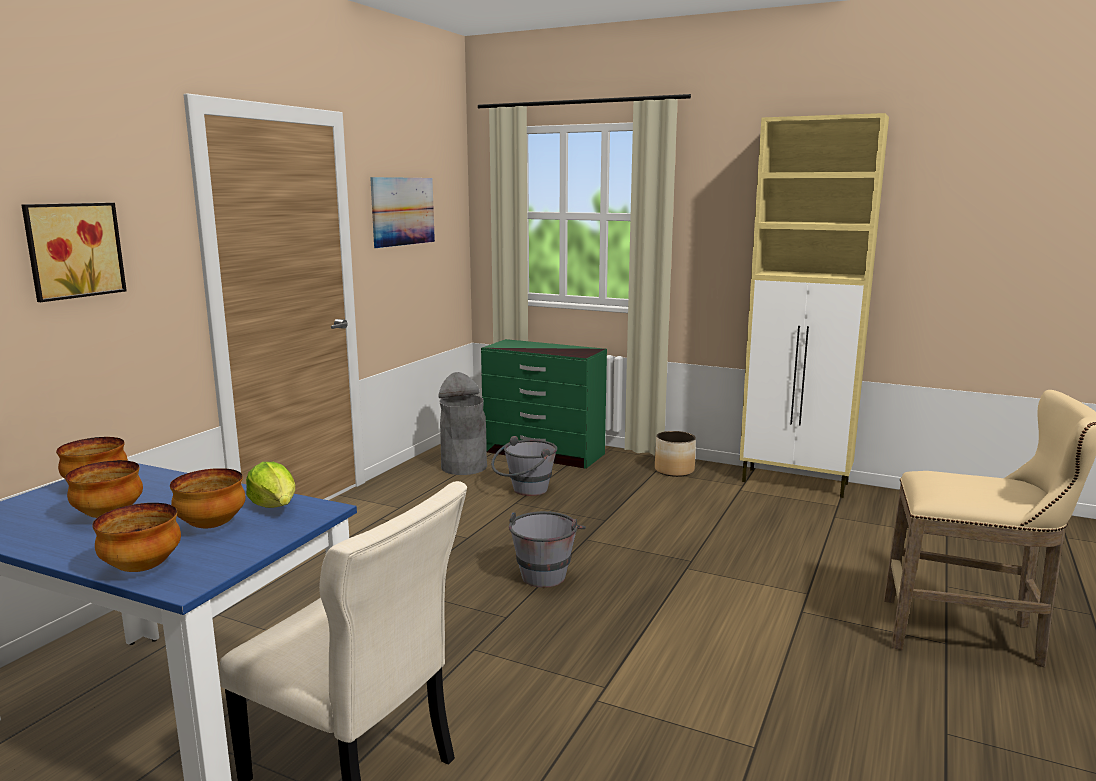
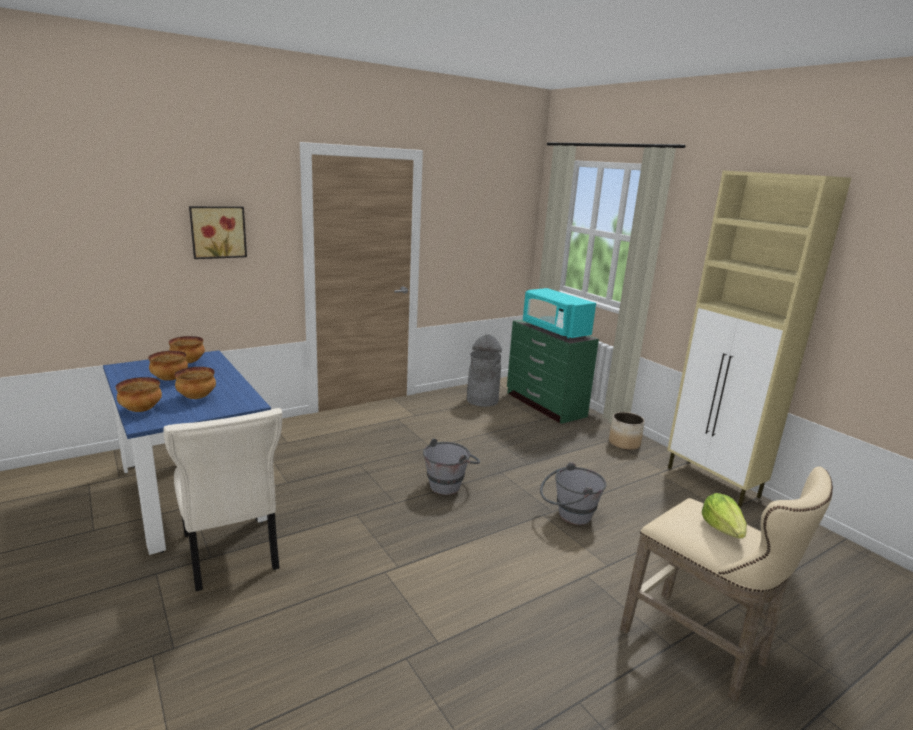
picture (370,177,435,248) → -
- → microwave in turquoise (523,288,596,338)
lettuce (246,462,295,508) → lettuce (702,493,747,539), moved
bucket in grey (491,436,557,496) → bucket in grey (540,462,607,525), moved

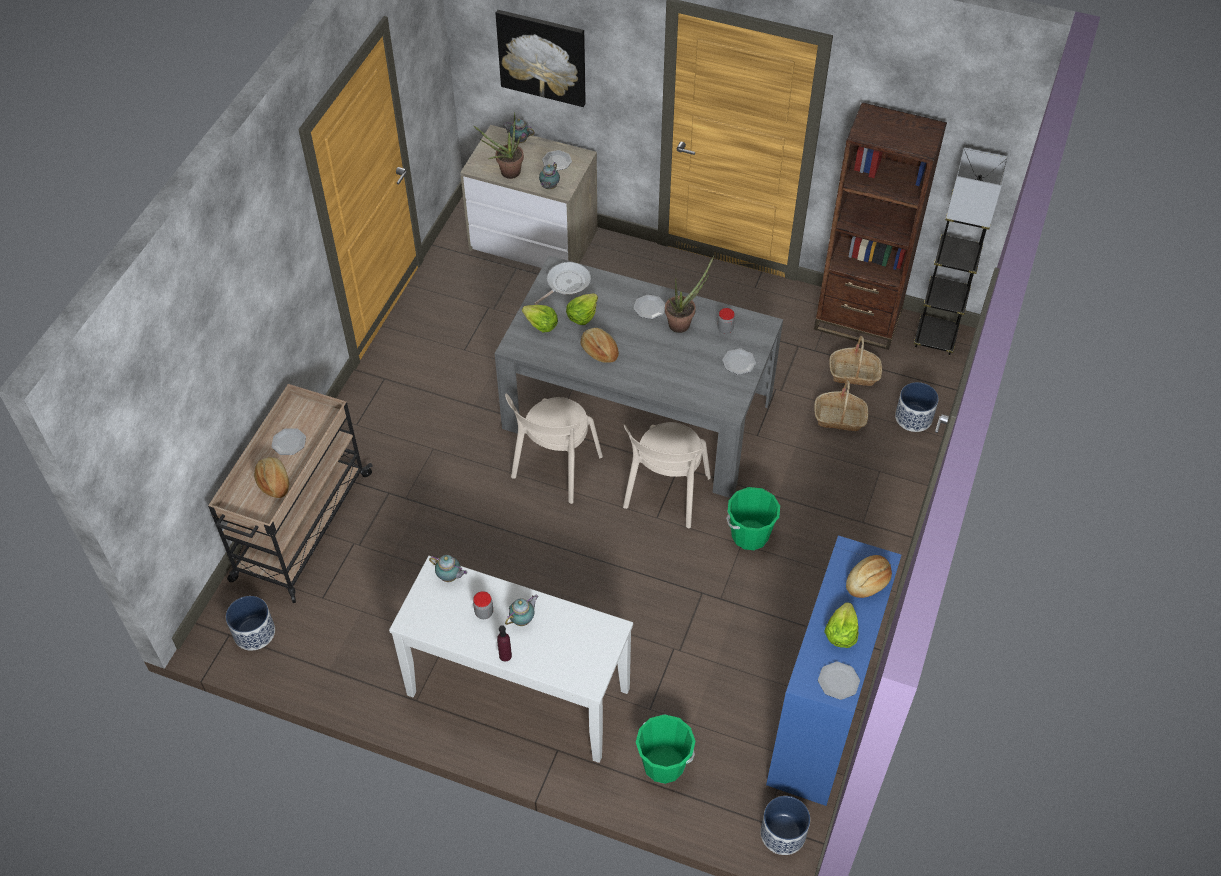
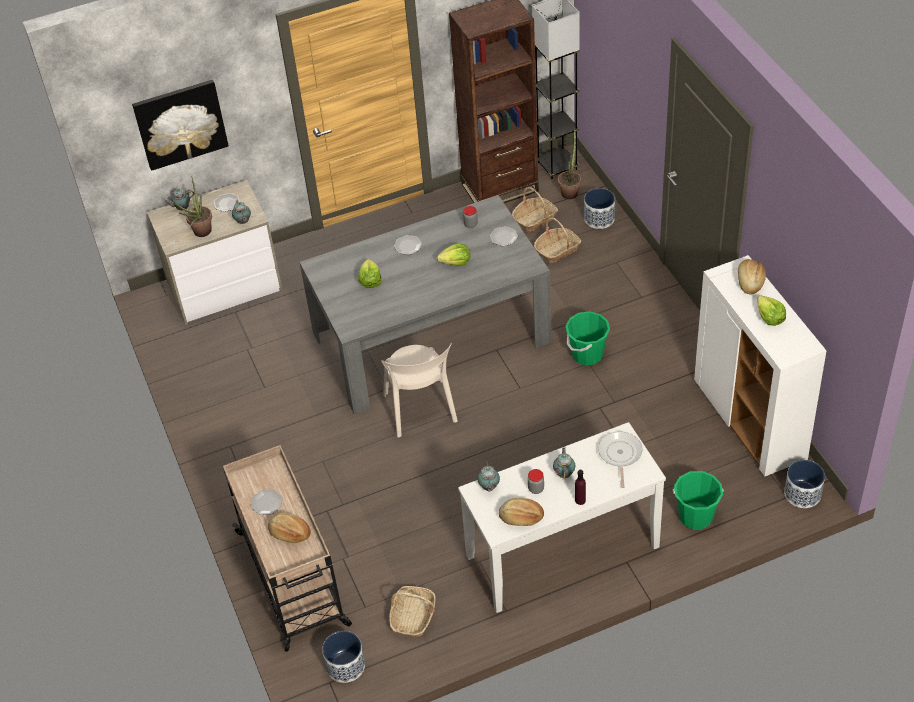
chair in beige (623,422,711,528) → -
plate (818,662,860,700) → -
- → basket (389,586,436,637)
lettuce (522,305,558,333) → lettuce (437,243,470,266), moved
frying pan (534,262,591,305) → frying pan (598,431,642,488), moved
bread (581,328,619,363) → bread (499,498,544,526), moved
potted plant (665,256,714,333) → potted plant (558,129,581,199), moved
cabinet in blue (766,535,901,806) → cabinet in white (694,255,826,477)
teapot (429,555,467,582) → teapot (477,461,500,492), 105 degrees clockwise

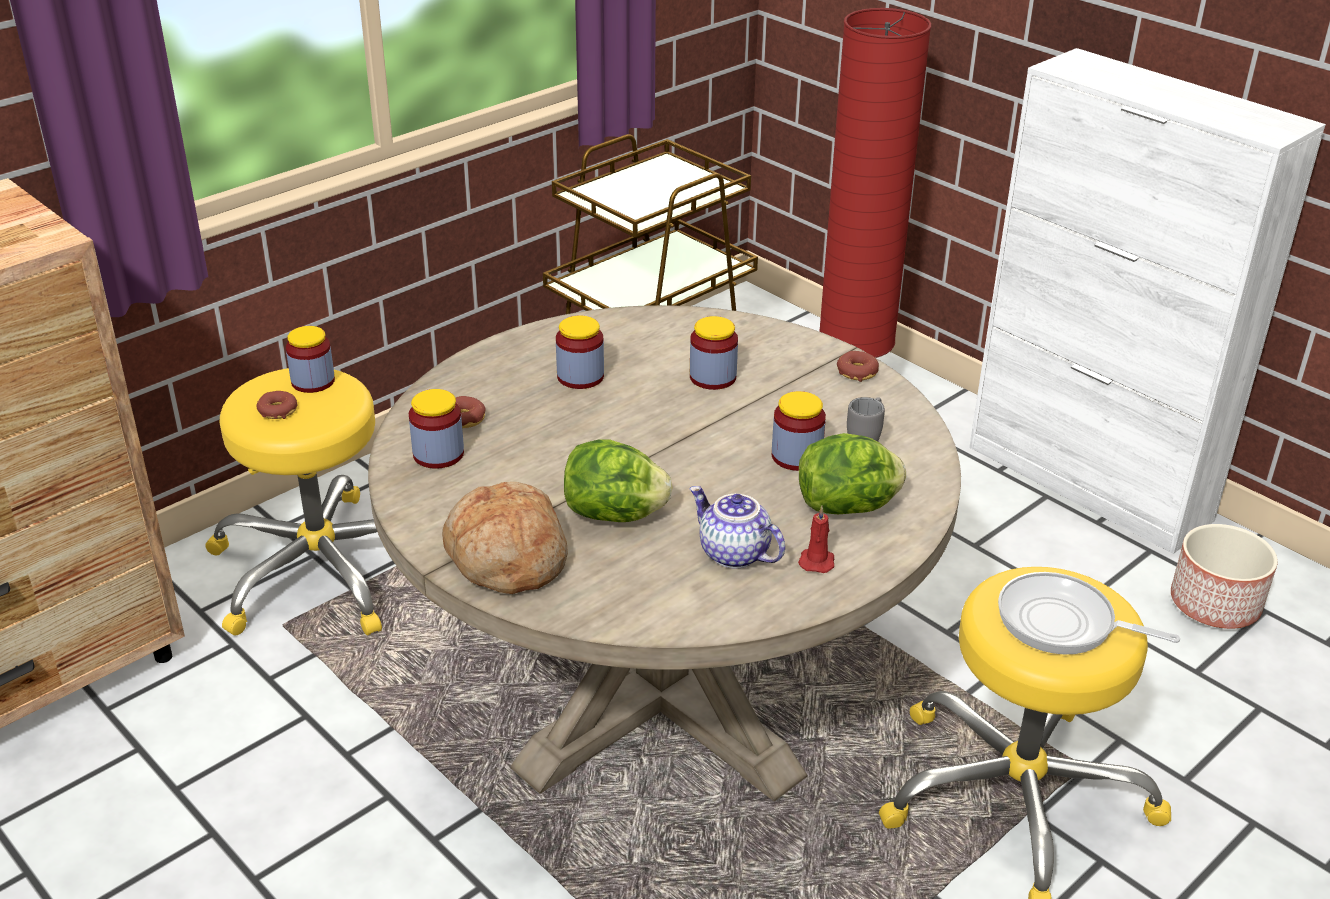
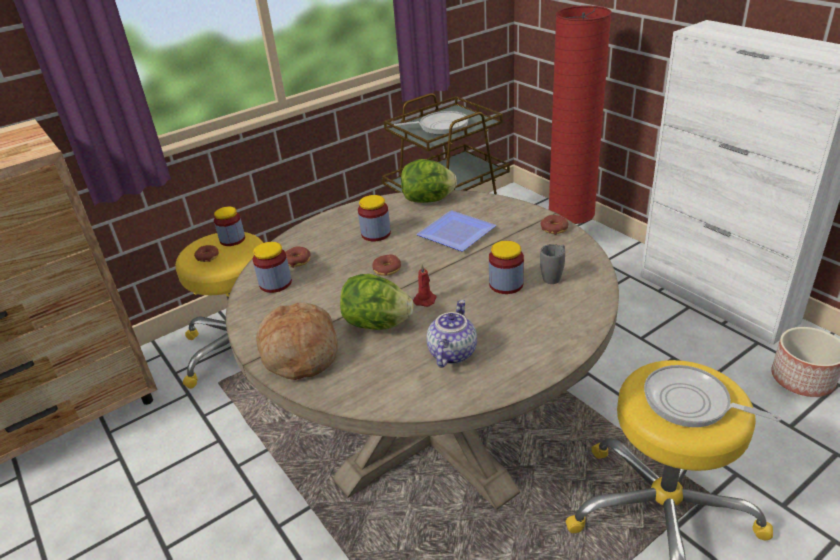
- → donut (372,254,401,276)
- → frying pan (394,111,468,135)
candle in red (798,506,834,573) → candle in red (413,264,436,307), moved
lettuce (799,433,906,514) → lettuce (401,159,457,203), moved
jar (690,316,738,390) → plate (416,210,496,251)
teapot (690,486,785,568) → teapot (427,300,477,368), 60 degrees clockwise

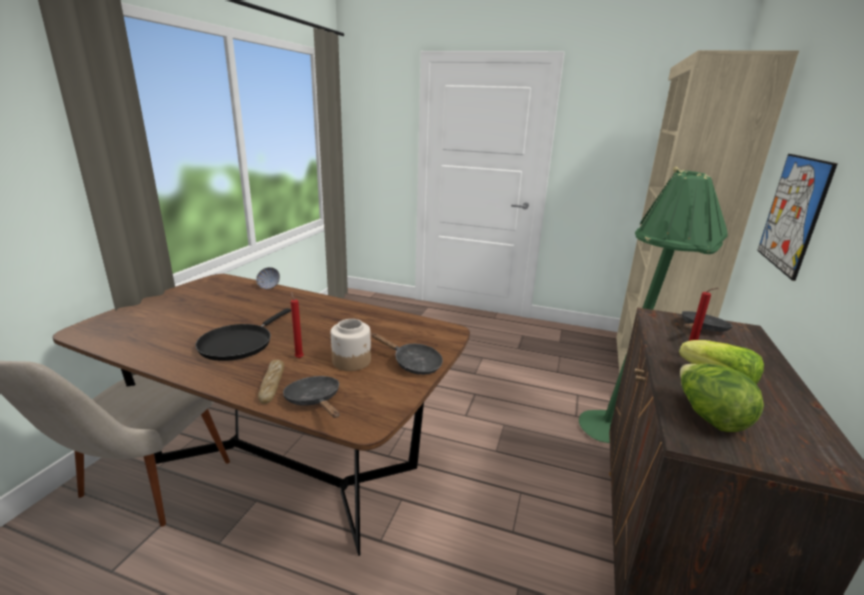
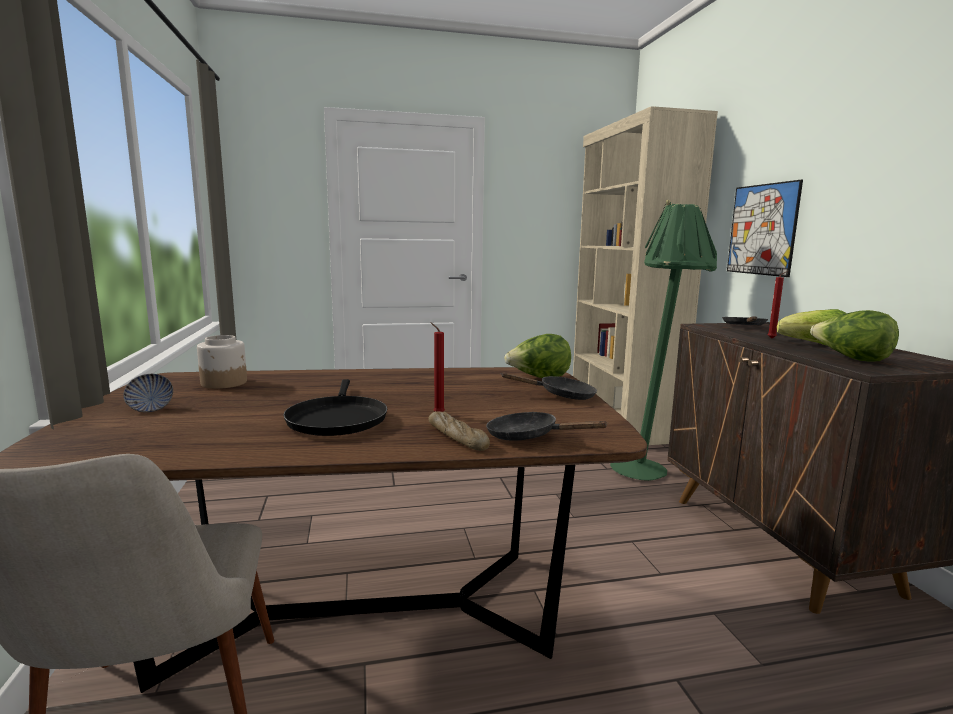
- → lettuce (504,334,571,378)
bowl (256,267,280,289) → bowl (123,374,173,412), moved
jar (331,319,371,371) → jar (197,335,247,389), moved

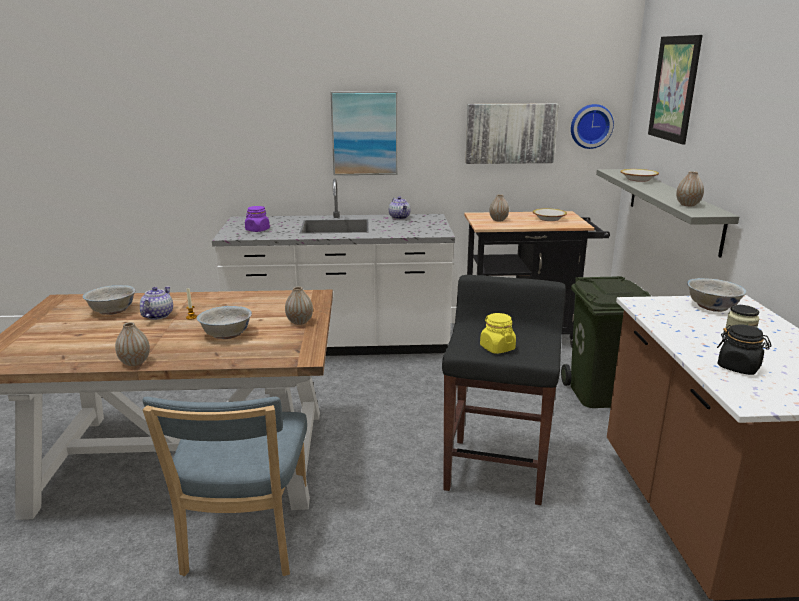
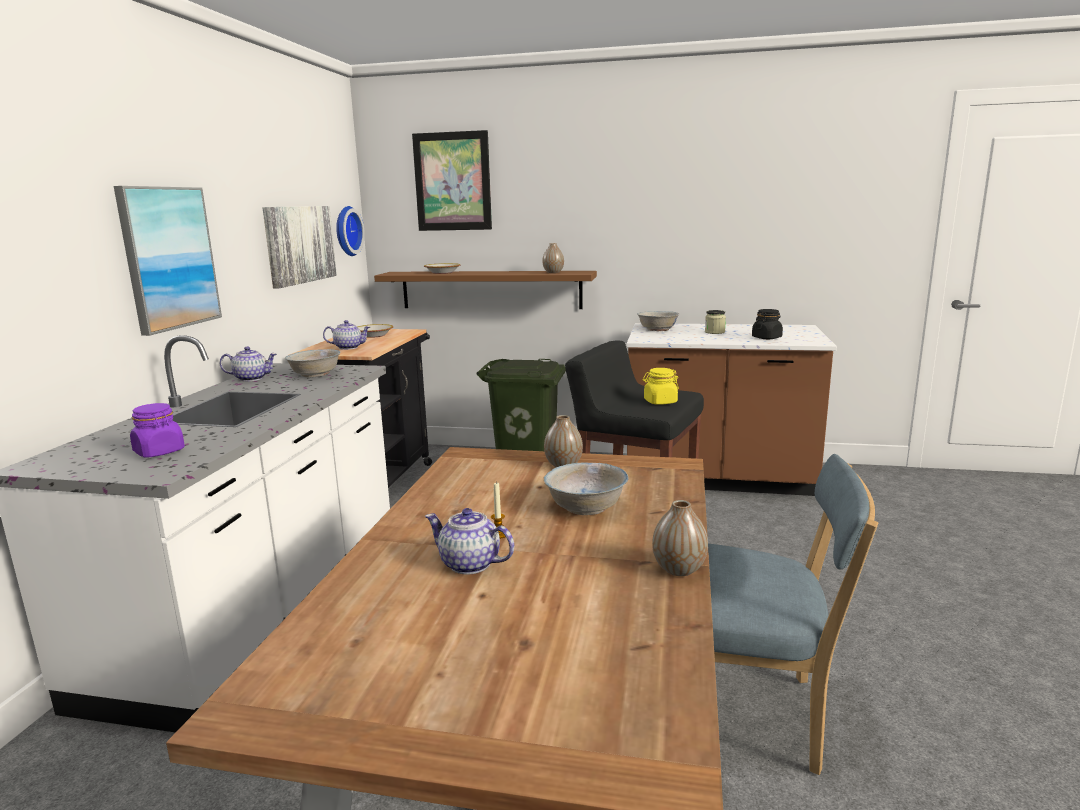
bowl in white (82,285,136,315) → bowl in white (285,349,341,378), moved
vase (489,194,509,221) → teapot (323,320,370,350)
shelf in grey (596,169,739,258) → shelf in brown (374,271,597,309)

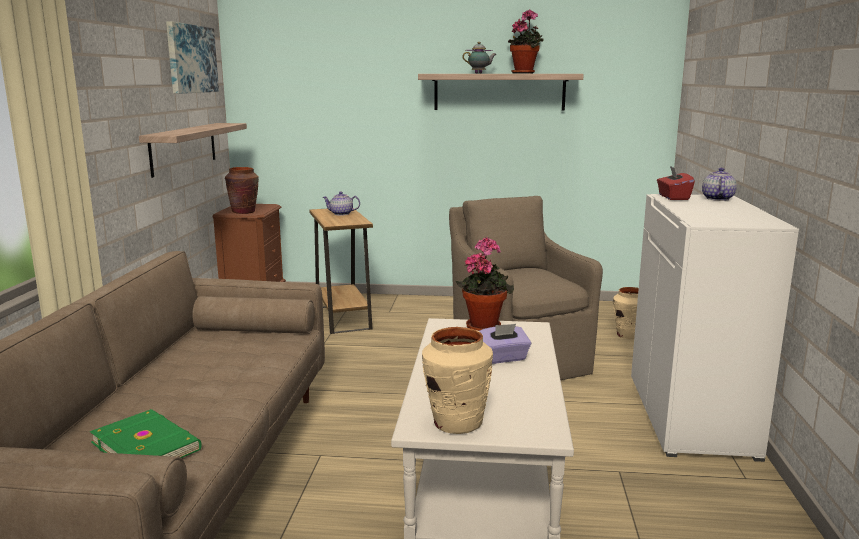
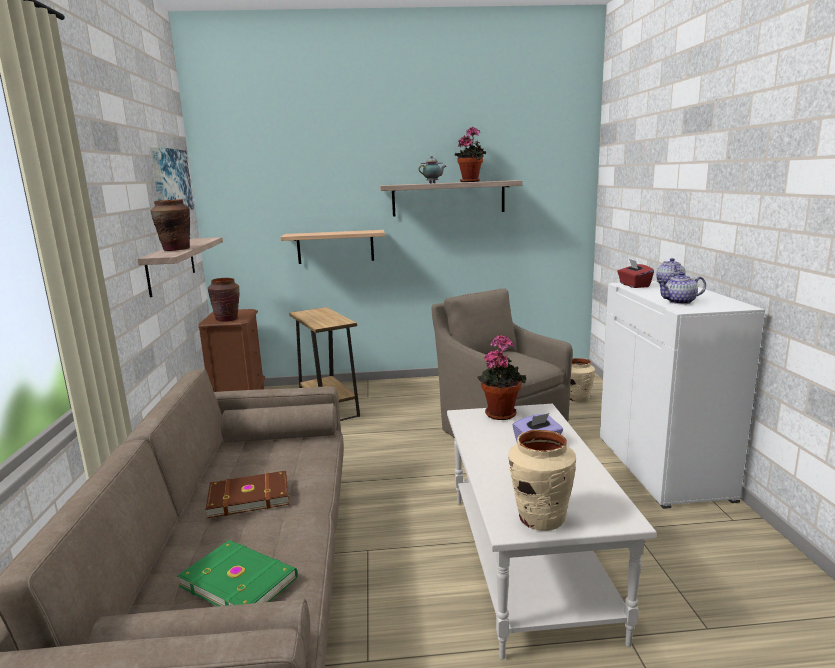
- → vase in brown (151,199,190,251)
- → book in brown (205,471,289,518)
- → shelf (280,230,385,264)
teapot (322,191,360,216) → teapot (656,272,706,304), moved

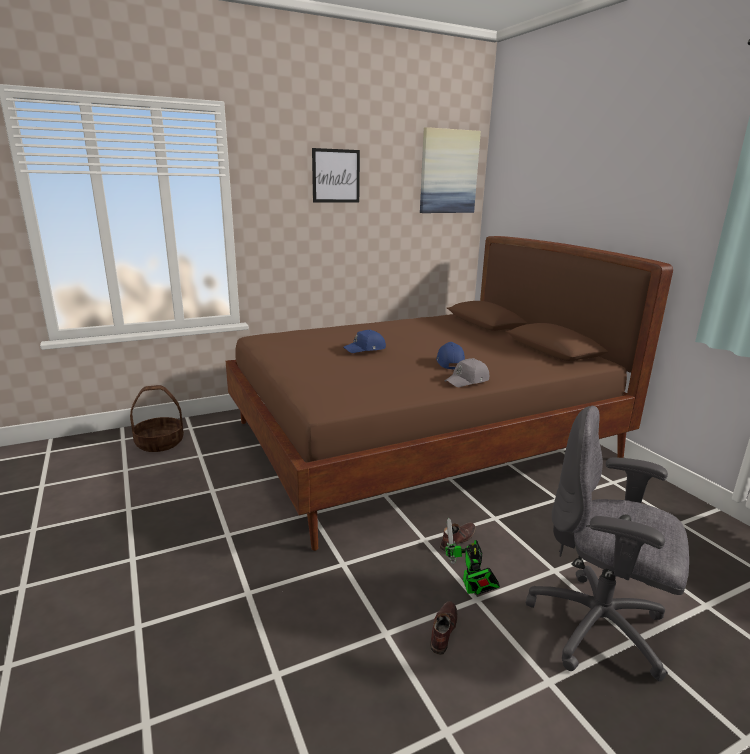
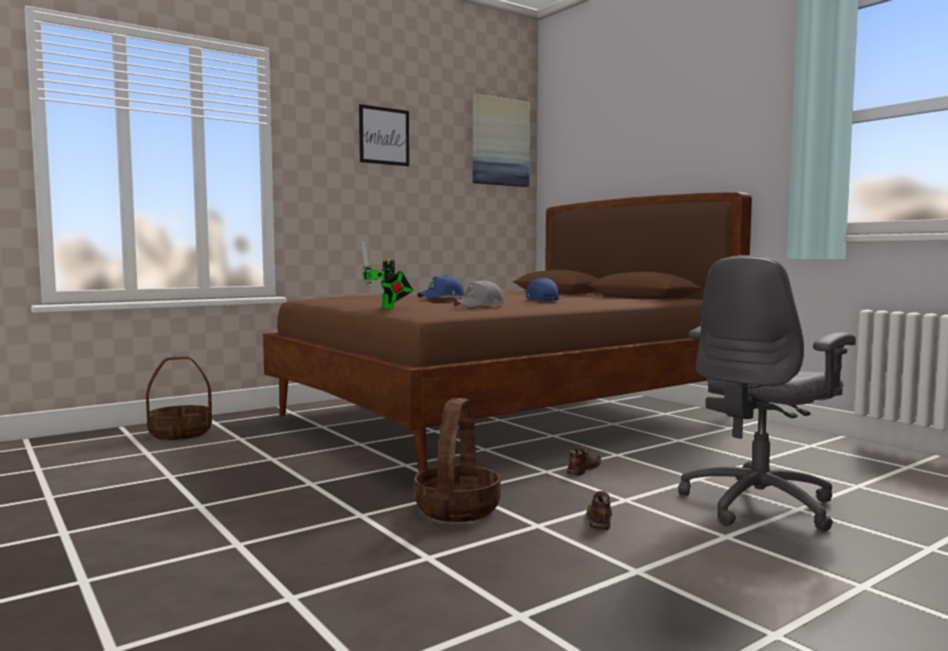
- → basket (415,398,500,522)
cap in grey (445,358,489,387) → cap in grey (454,280,504,308), moved
toy robot (445,517,500,595) → toy robot (361,241,413,308), moved
office chair in grey (526,406,689,681) → office chair in grey (678,255,856,531), 60 degrees counterclockwise

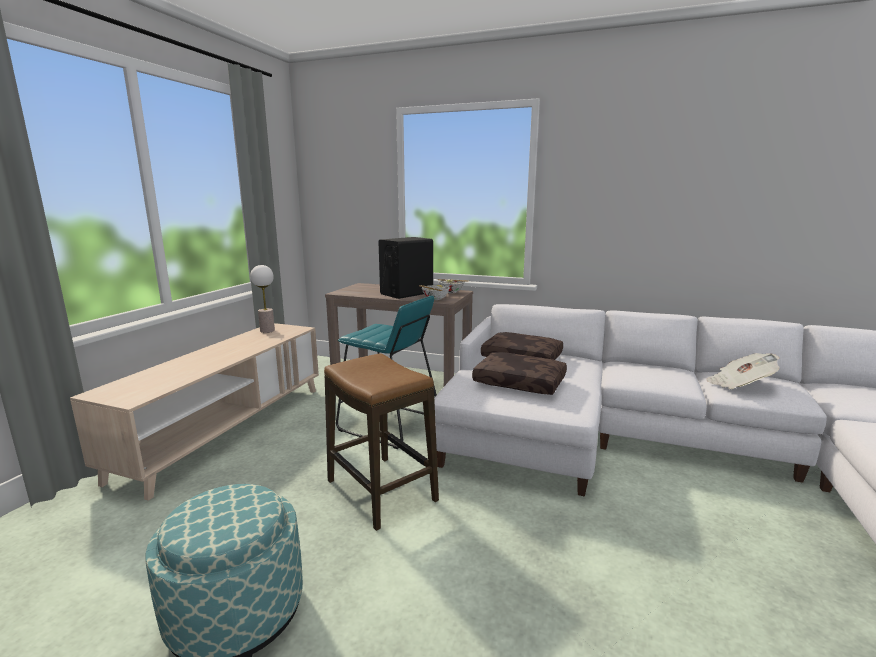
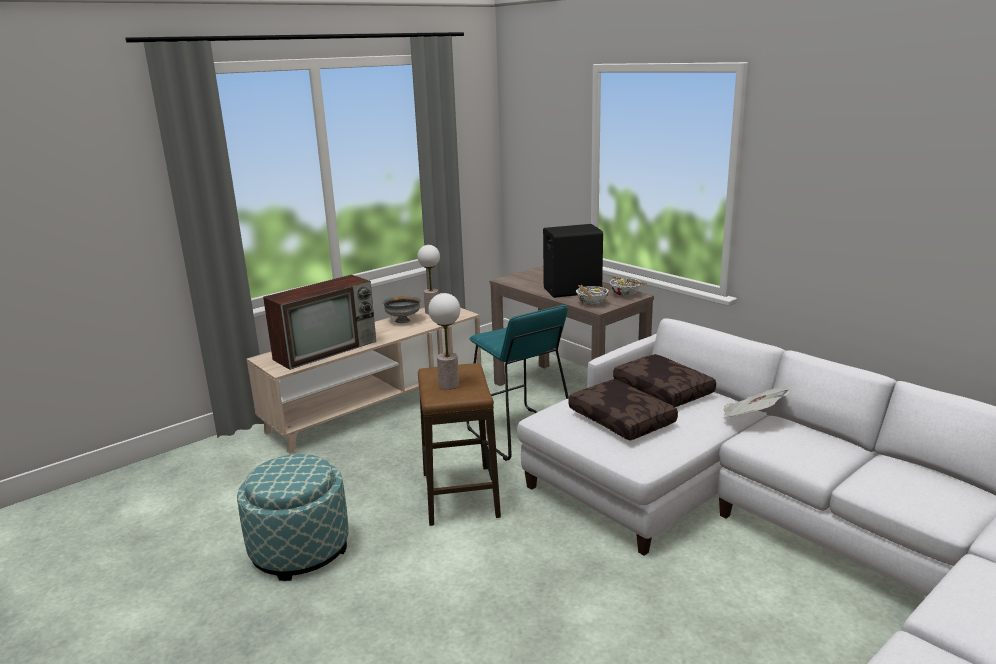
- → television (263,275,376,370)
- → bowl in grey (382,295,421,323)
- → table lamp (428,293,460,390)
newspaper (707,353,780,389) → newspaper (723,386,790,418), moved

